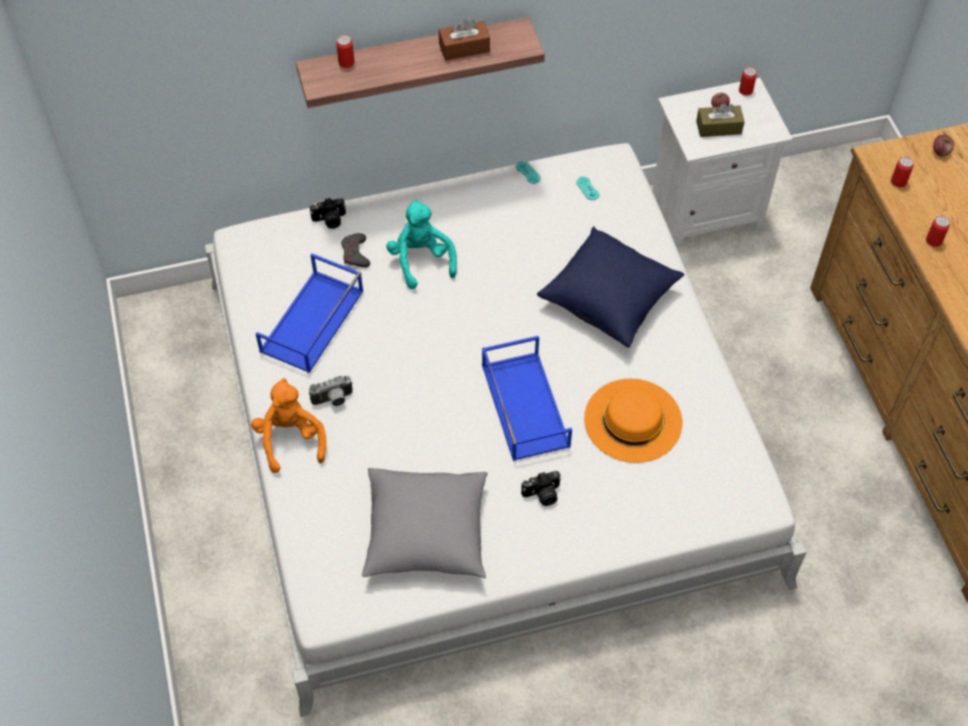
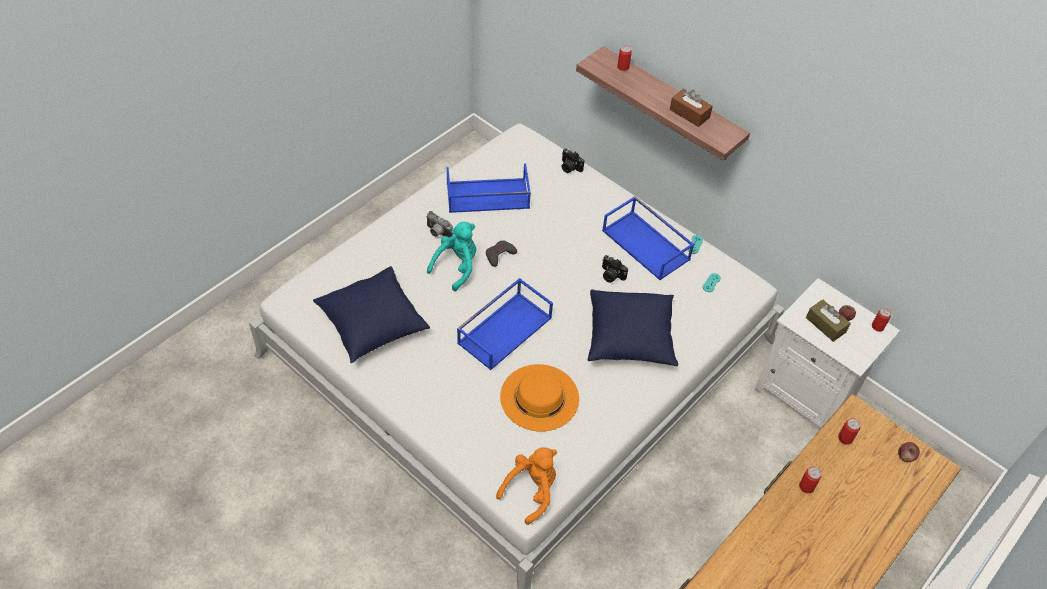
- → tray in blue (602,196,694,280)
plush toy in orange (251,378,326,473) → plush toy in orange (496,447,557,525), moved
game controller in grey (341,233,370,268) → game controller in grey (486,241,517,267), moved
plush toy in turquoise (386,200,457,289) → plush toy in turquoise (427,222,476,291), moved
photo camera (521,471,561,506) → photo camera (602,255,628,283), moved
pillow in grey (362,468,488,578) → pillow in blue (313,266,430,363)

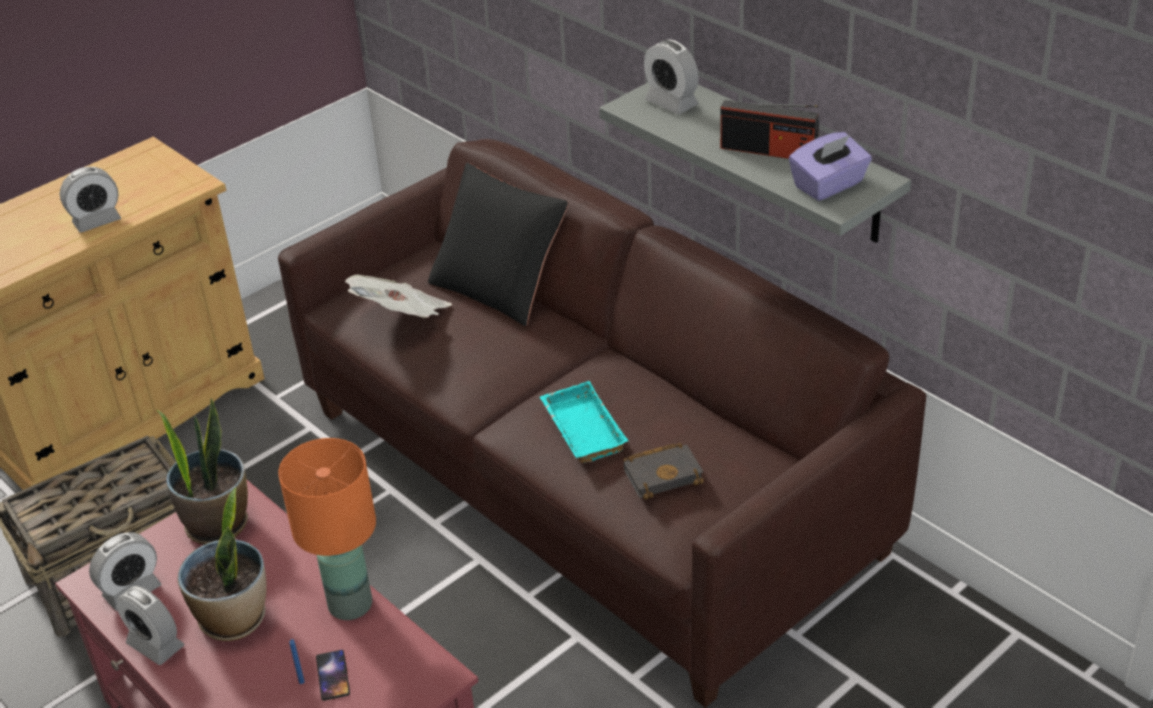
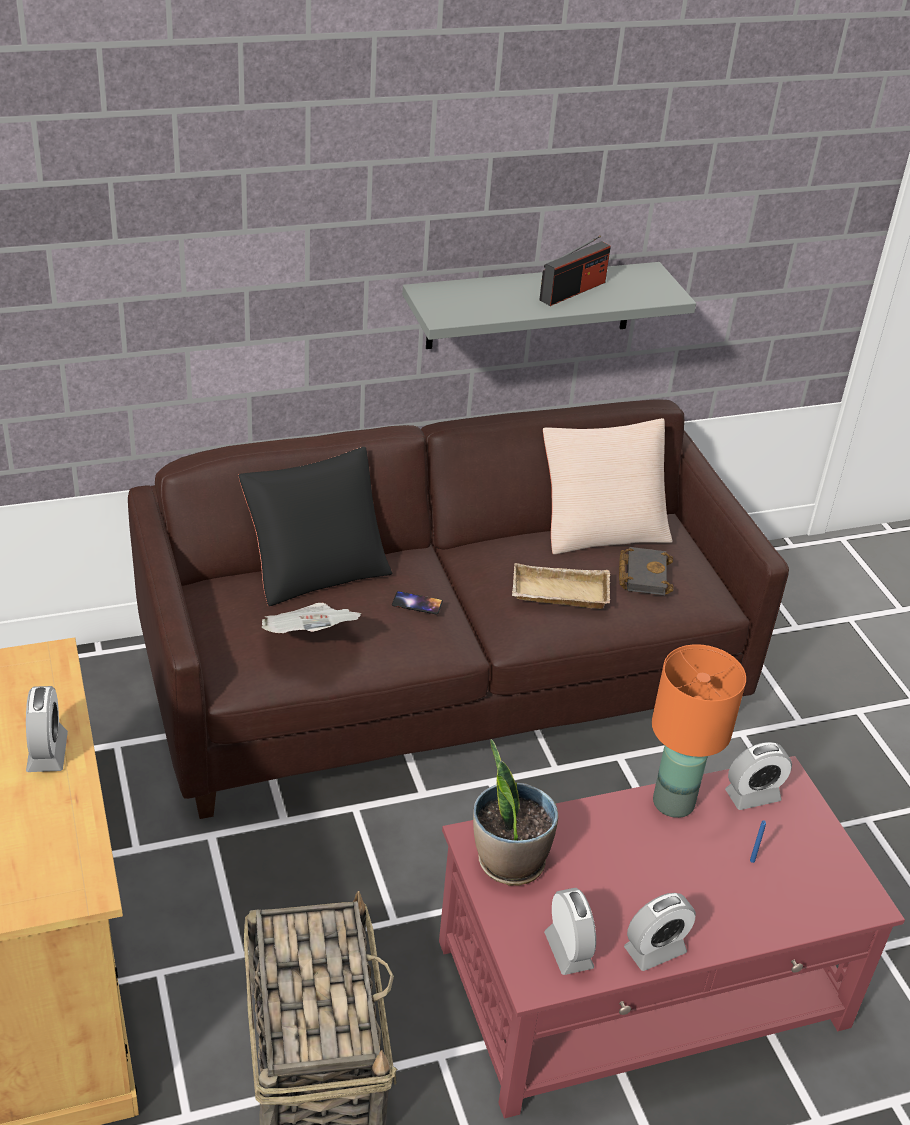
potted plant (177,488,266,641) → -
tissue box in purple (789,132,872,201) → -
- → pillow in beige (543,418,673,554)
phone (316,650,350,701) → phone (392,591,443,615), moved
alarm clock (644,39,699,114) → alarm clock (725,742,792,810), moved
tray in turquoise (540,381,628,463) → tray in beige (512,563,610,609)

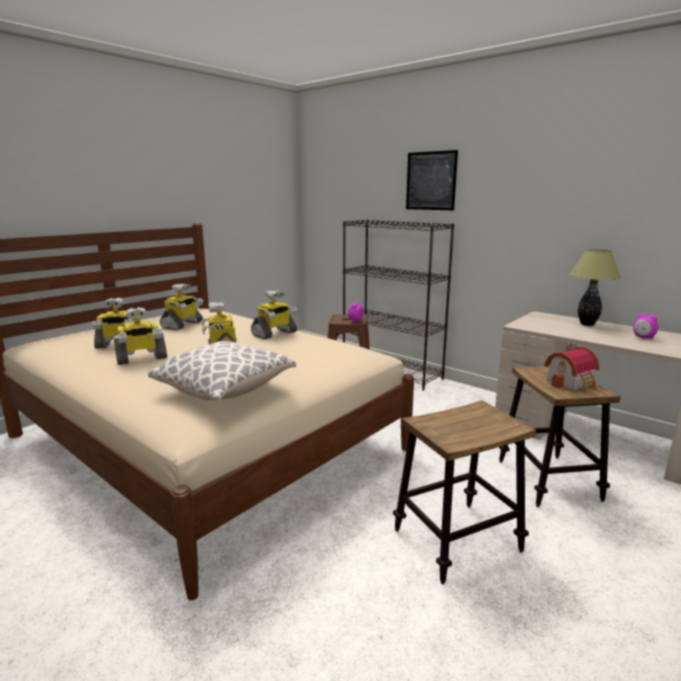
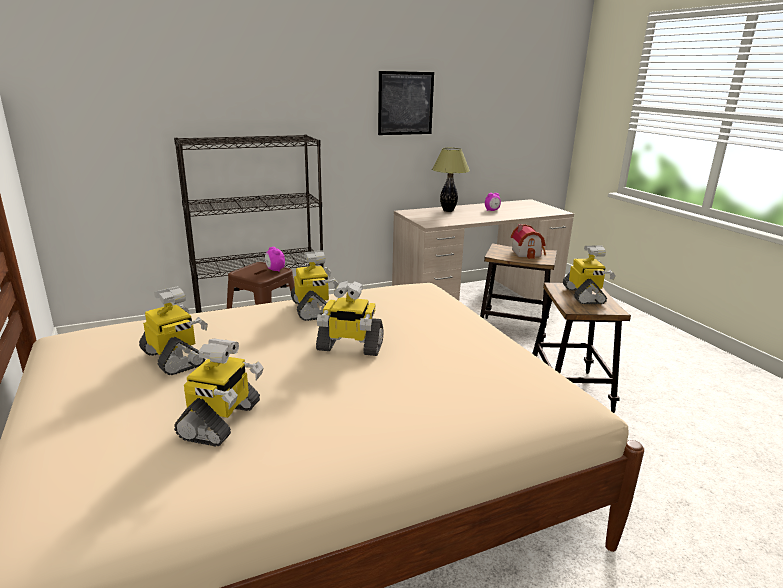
pillow (148,341,296,402) → -
toy robot (114,307,167,365) → toy robot (563,245,616,304), moved
picture (406,150,458,210) → picture (378,71,434,135), moved

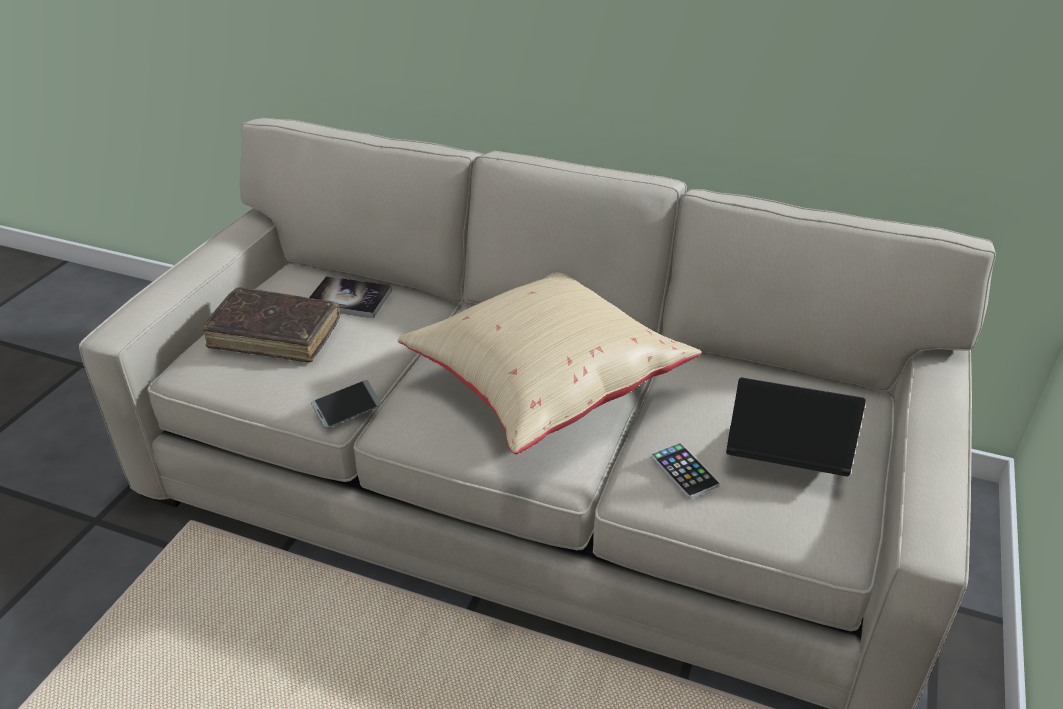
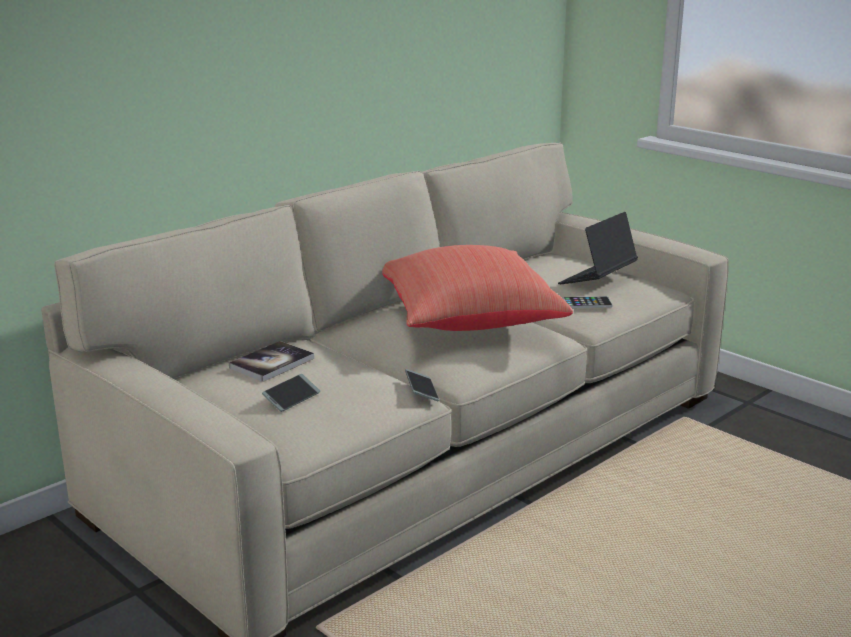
book in brown (202,287,340,363) → phone (262,374,320,412)
pillow in beige (397,272,701,454) → pillow in red (382,245,573,331)

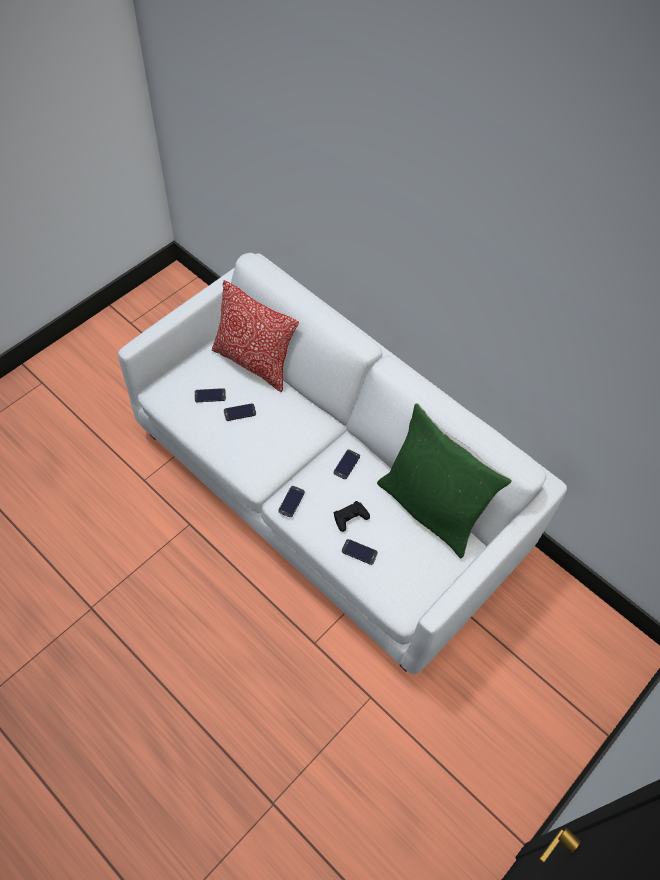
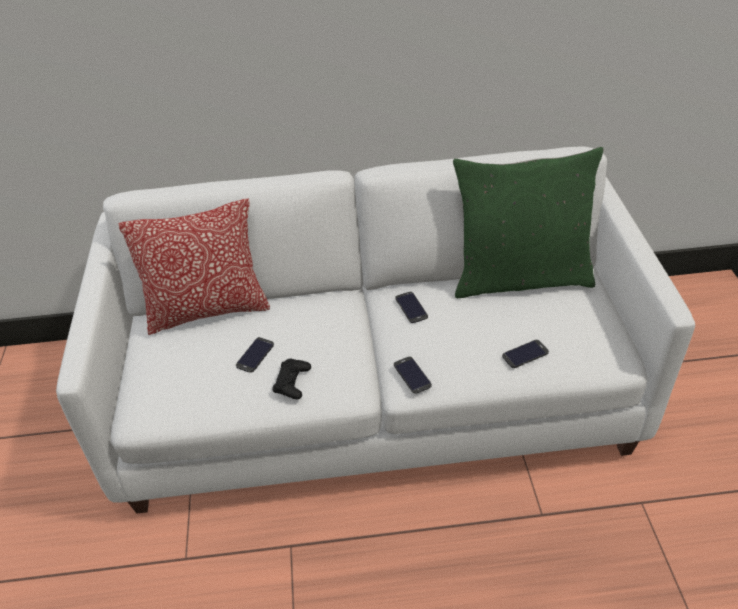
phone (195,388,226,402) → -
game controller in black (334,501,370,532) → game controller in black (272,359,311,399), moved

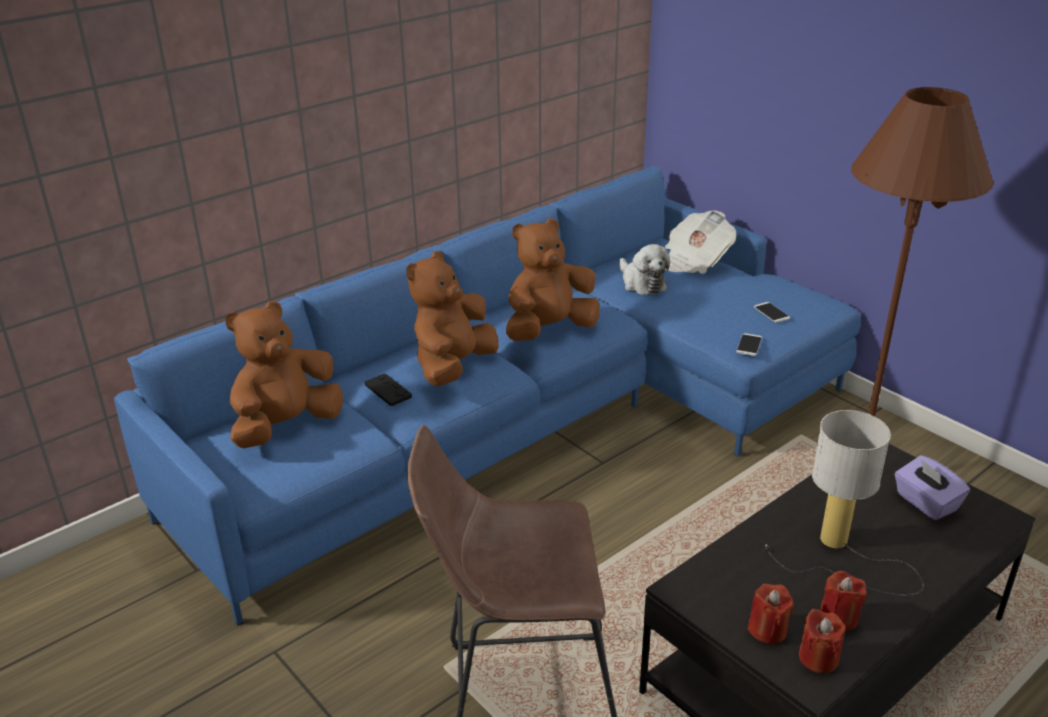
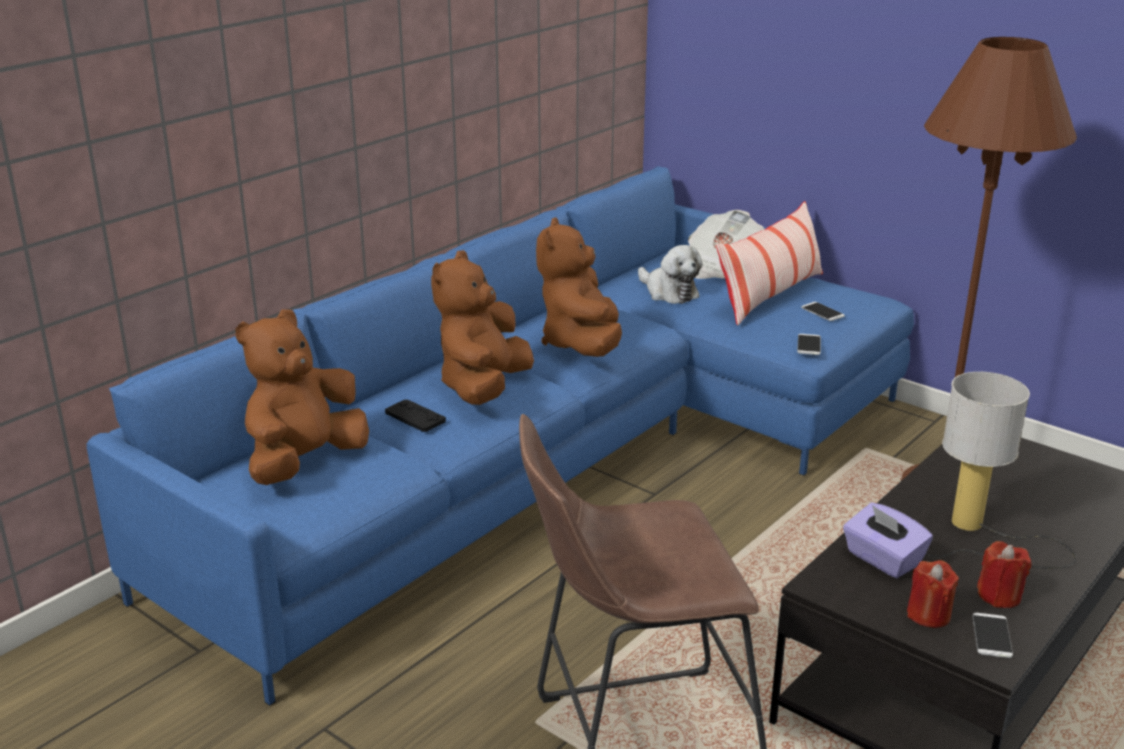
- → pillow (716,201,823,326)
tissue box in purple (894,455,970,520) → tissue box in purple (843,503,933,578), moved
candle in red (799,609,846,673) → phone (973,613,1013,658)
plush toy in brown (506,218,600,341) → plush toy in brown (536,217,622,357), 45 degrees counterclockwise

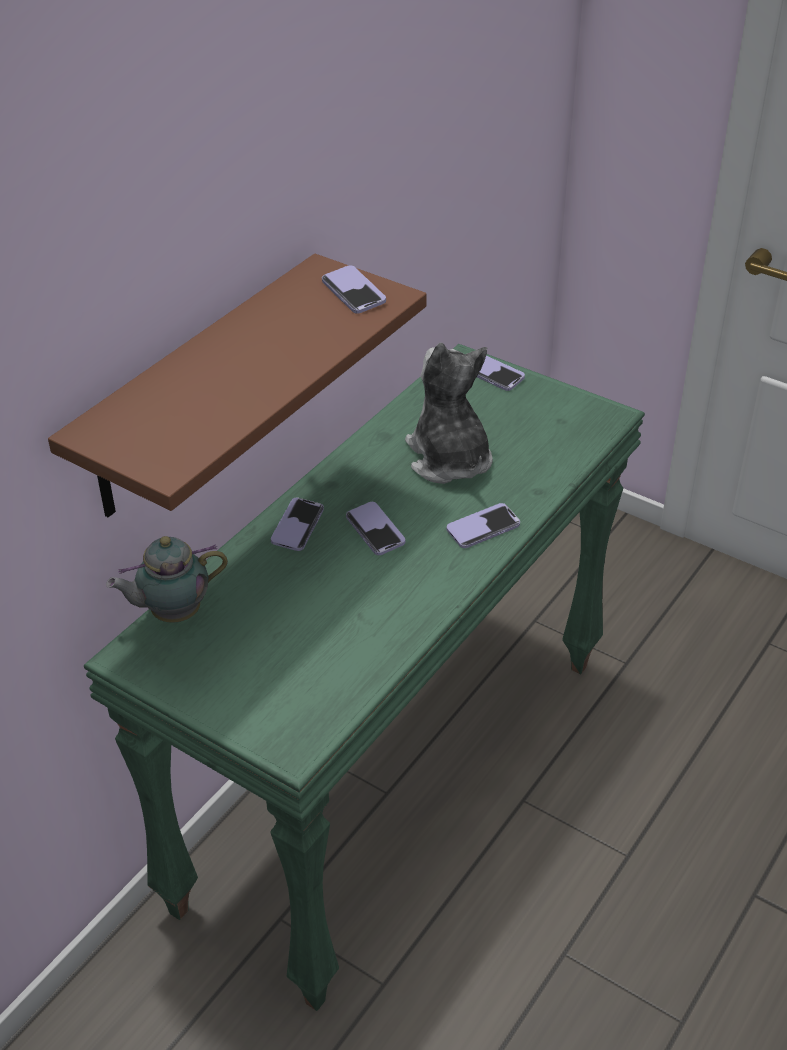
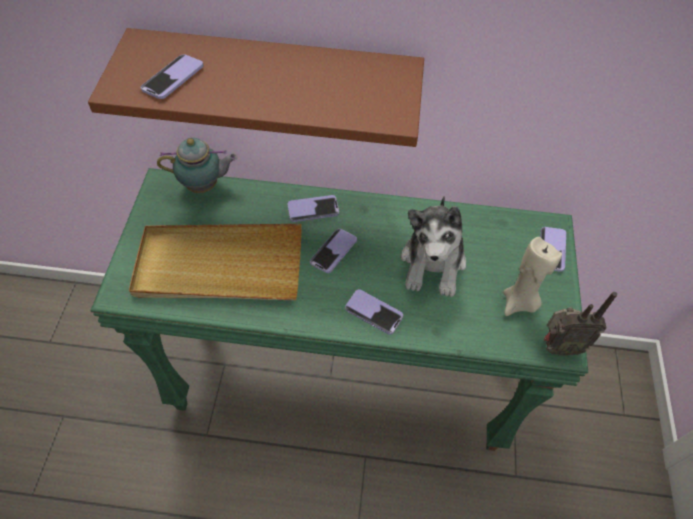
- → tray in beige (129,224,302,300)
- → candle in beige (503,237,562,316)
- → radio (544,292,617,356)
phone (322,265,386,314) → phone (141,54,204,99), moved
teapot (106,536,228,623) → teapot (157,138,237,193), 135 degrees clockwise
plush toy (405,343,493,484) → plush toy (401,196,466,297), 150 degrees clockwise

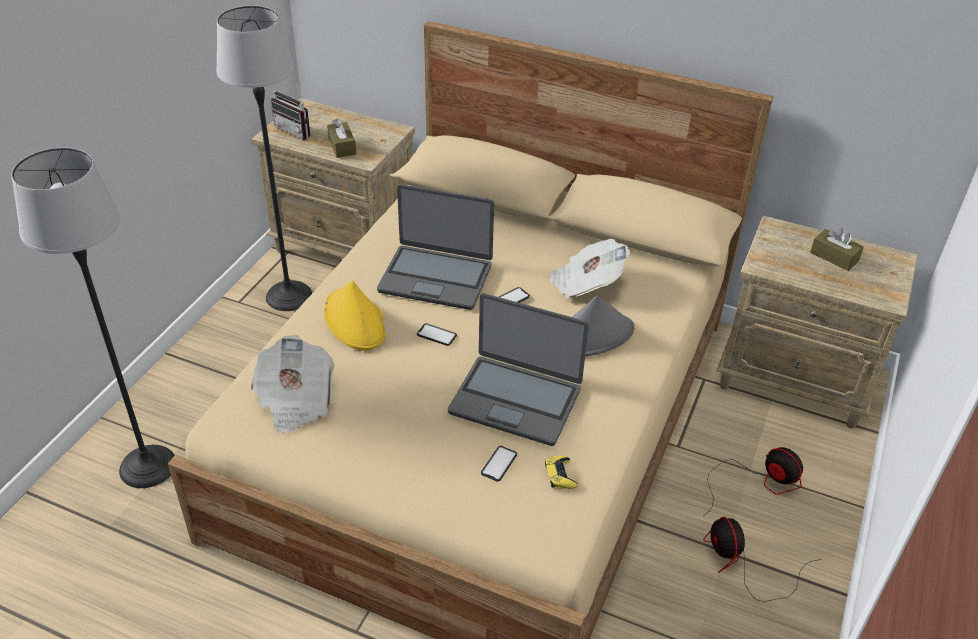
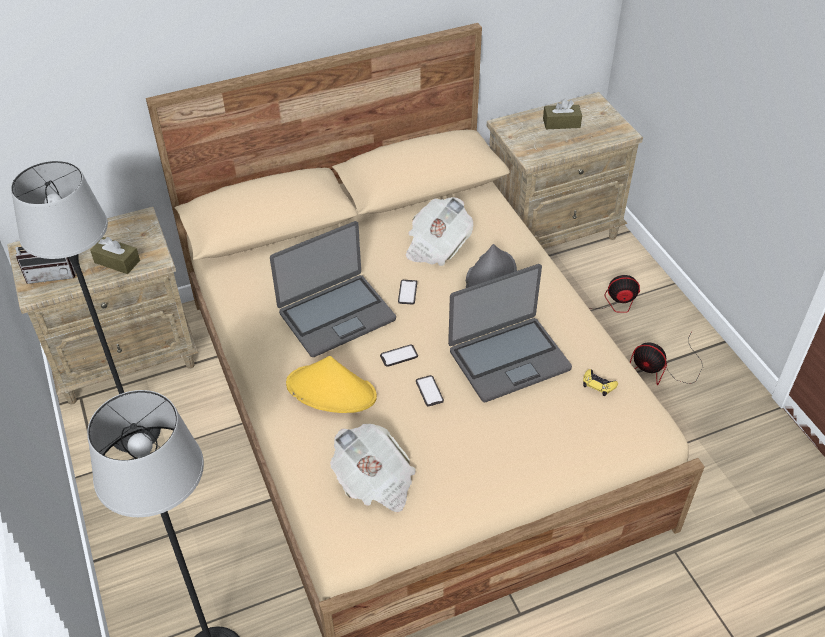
phone (481,446,517,482) → phone (416,375,444,406), moved

